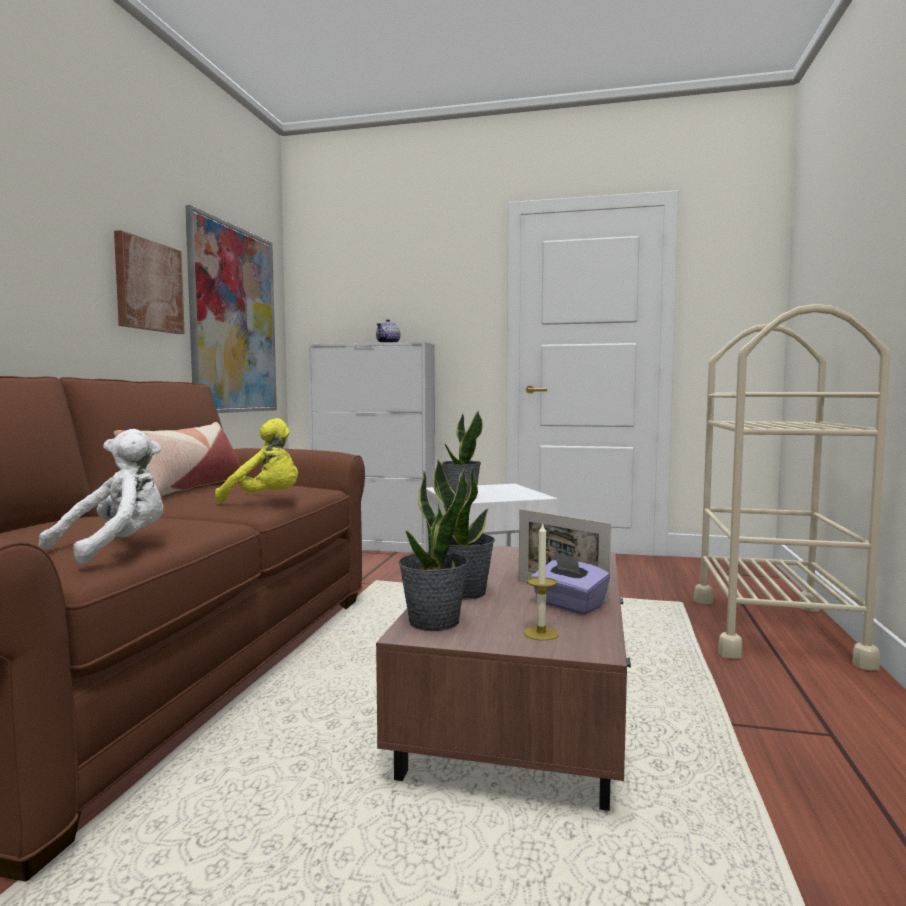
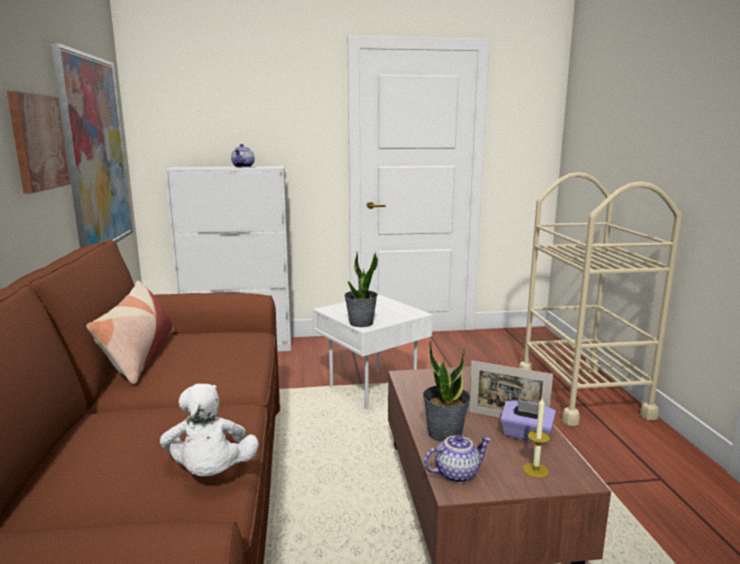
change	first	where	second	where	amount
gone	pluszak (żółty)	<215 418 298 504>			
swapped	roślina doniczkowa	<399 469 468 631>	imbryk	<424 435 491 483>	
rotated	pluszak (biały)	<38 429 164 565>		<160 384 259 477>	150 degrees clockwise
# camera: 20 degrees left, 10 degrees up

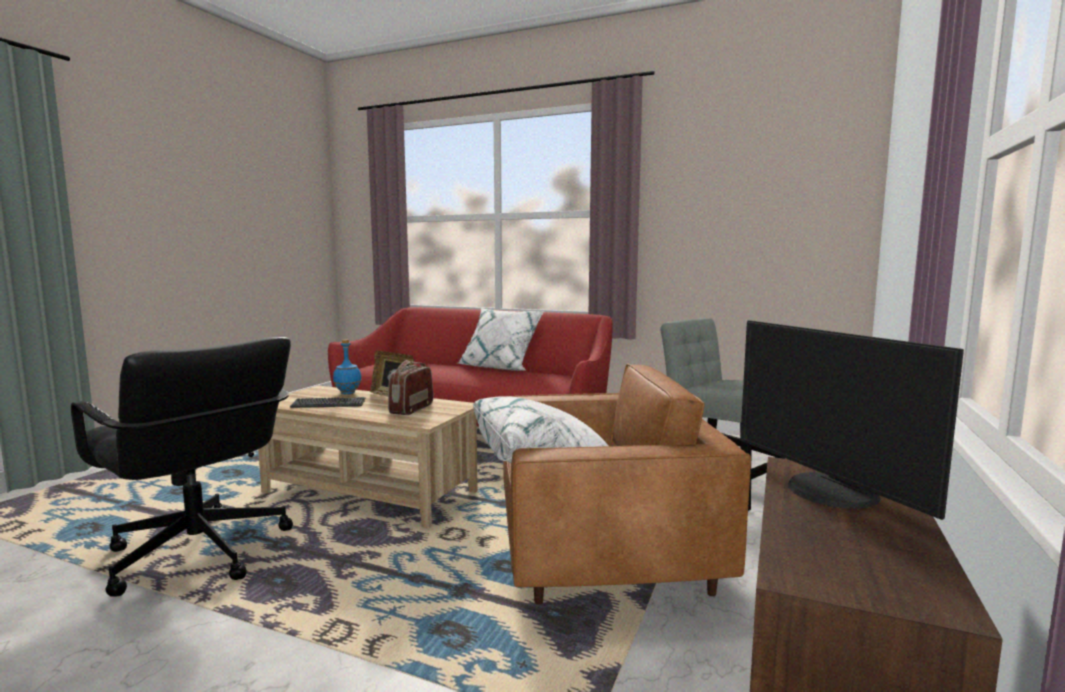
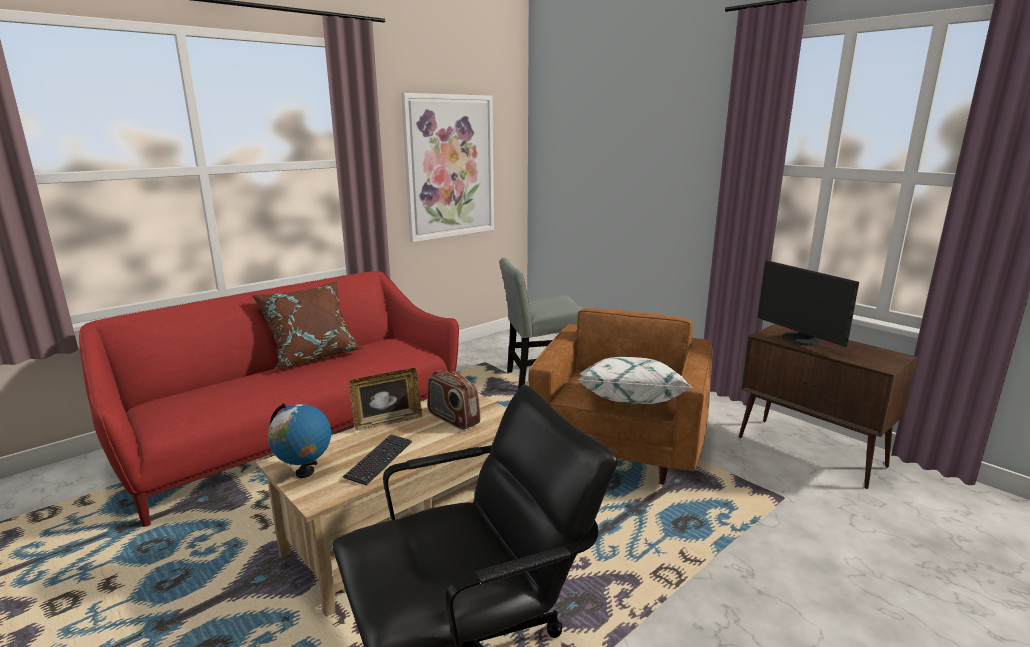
change	first	where	second	where	amount
gone	butelka (niebieski)	<333 339 362 394>			
new			globus	<268 403 331 478>	
new			obraz	<401 93 494 242>	
repainted	poduszka (biały)	<457 308 544 371>	poduszka (brązowy)	<251 281 363 370>	
rotated	monitor	<740 320 964 520>		<757 260 859 347>	60 degrees clockwise
# camera: 65 degrees left, 10 degrees up

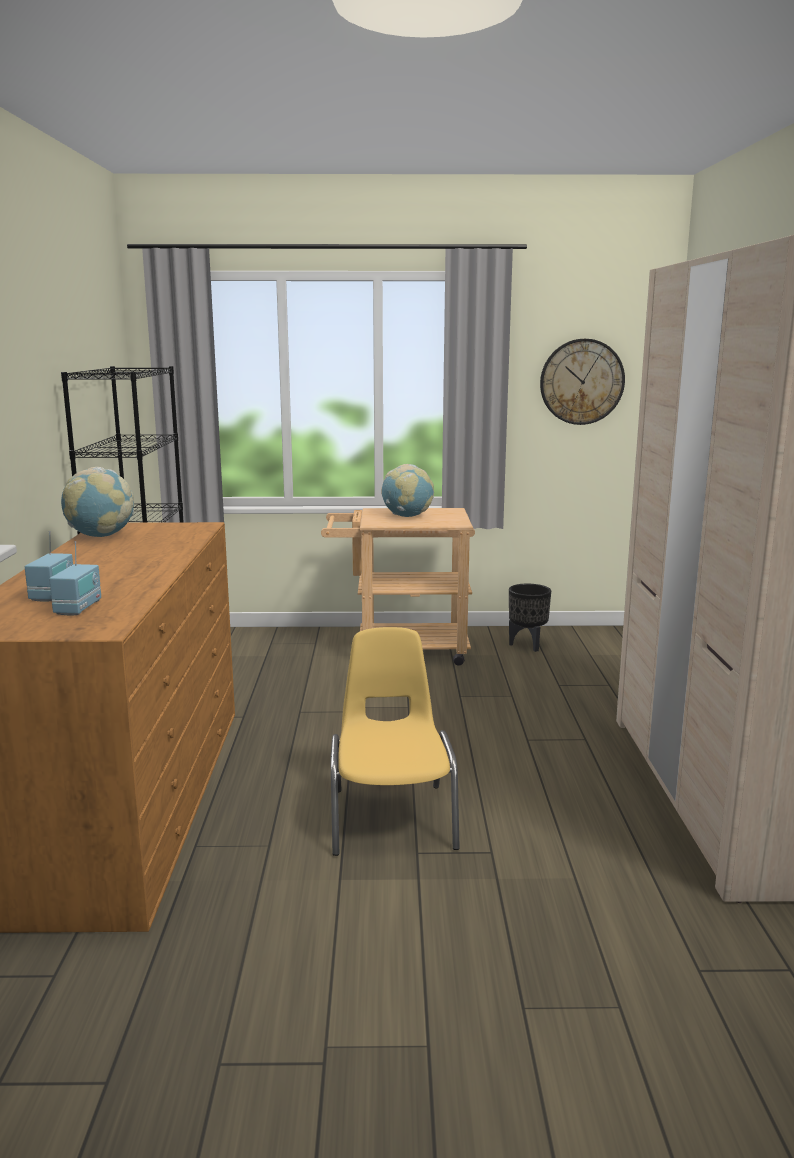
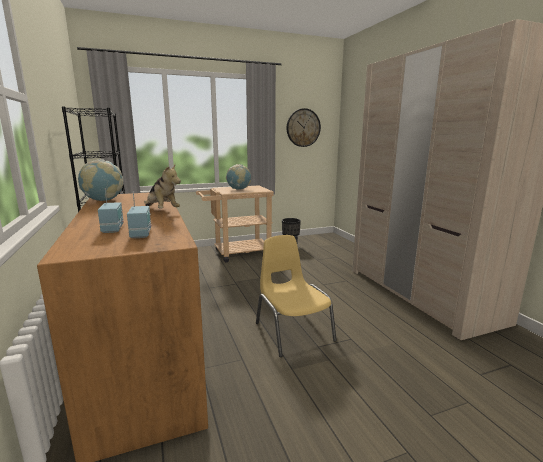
change	first	where	second	where	amount
new			pluszak	<144 165 181 209>	
# camera: 20 degrees left, 0 degrees up

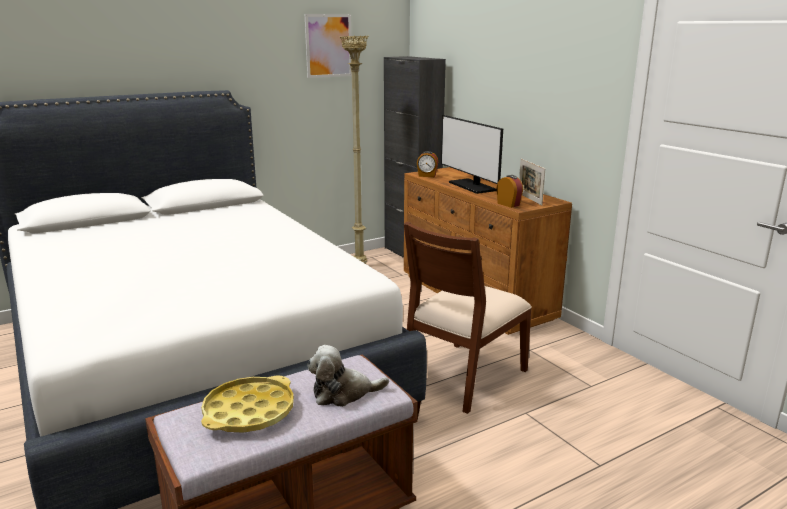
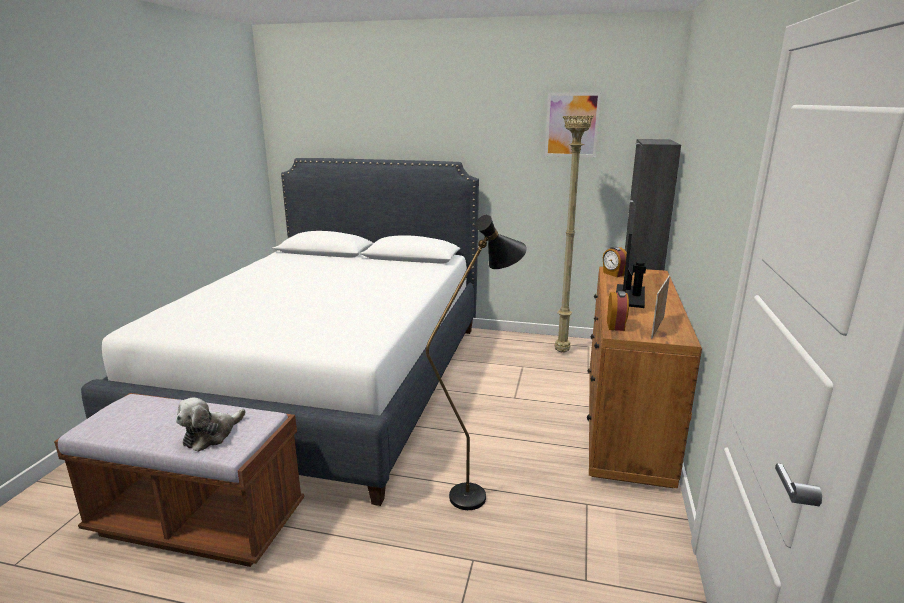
change	first	where	second	where	amount
gone	taca (żółty)	<201 375 294 433>			
swapped	krzesło (brązowy)	<404 222 532 414>	lampa stojąca (czarny)	<426 215 527 510>	
rotated	pluszak	<307 345 389 407>		<176 398 246 452>	90 degrees counterclockwise
# camera: 45 degrees right, 0 degrees up

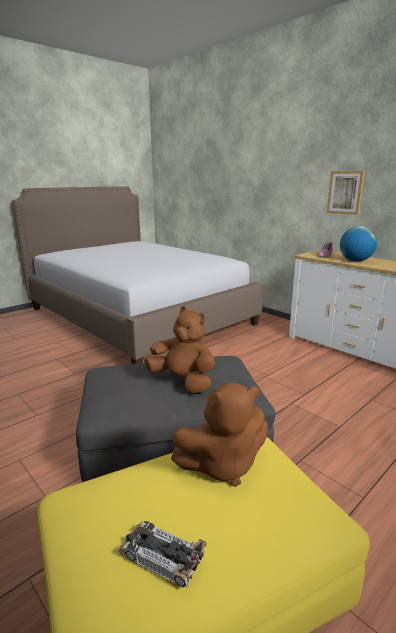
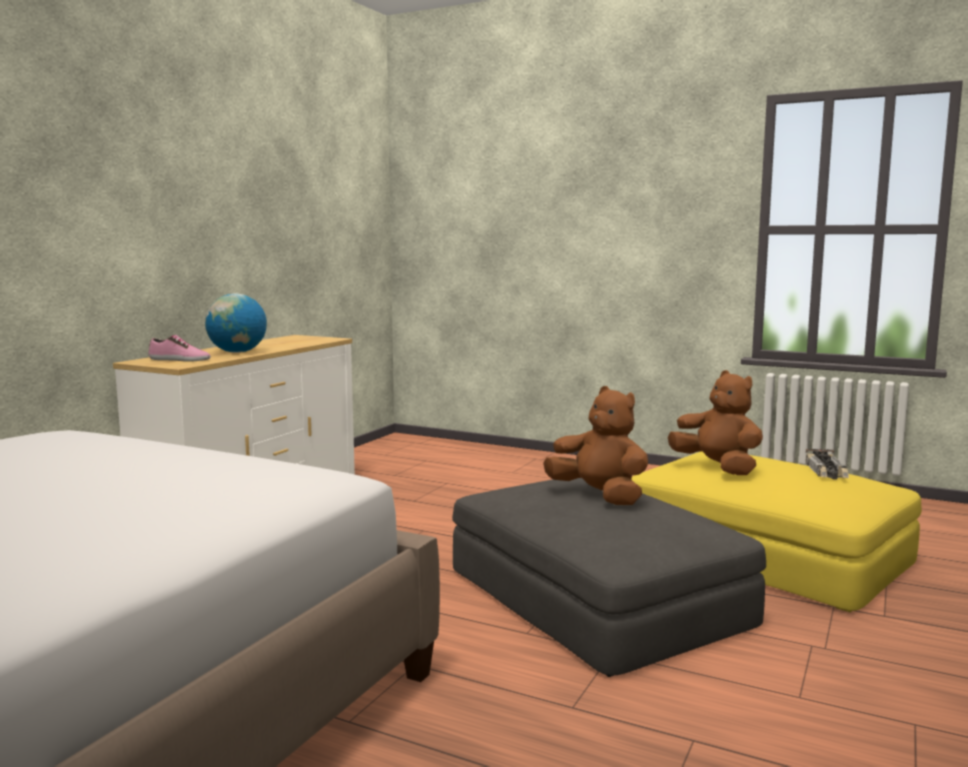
change	first	where	second	where	amount
gone	obraz	<327 171 365 215>			
rotated	pluszak (brązowy)	<144 306 215 393>		<543 386 648 505>	120 degrees clockwise
# camera: 110 degrees left, 10 degrees down

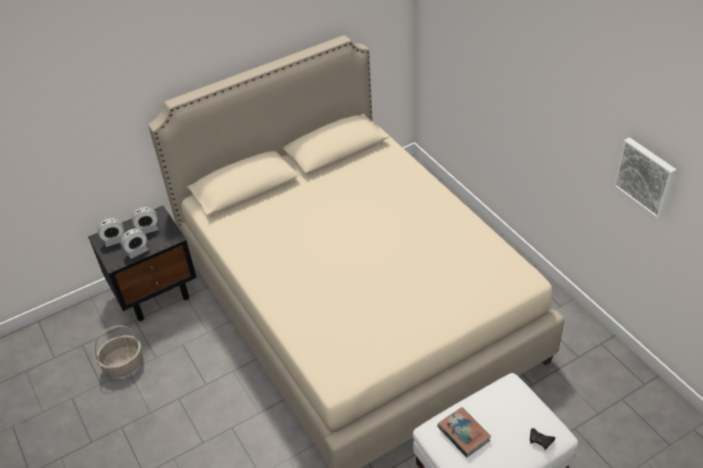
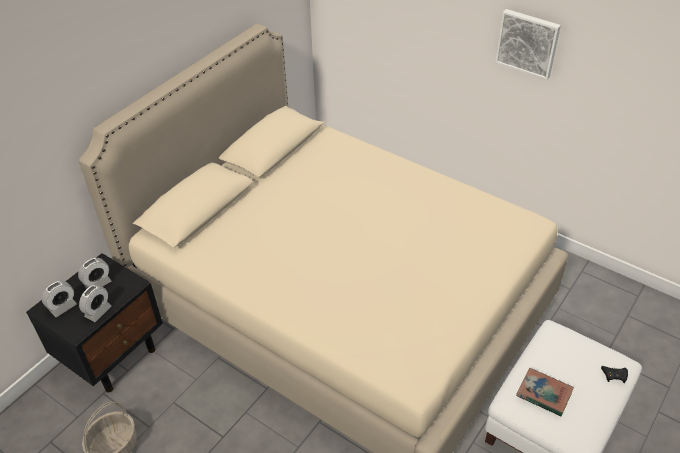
change	first	where	second	where	amount
shifted	obraz	<614 137 677 219>		<495 9 561 80>	
# camera: 25 degrees left, 0 degrees up

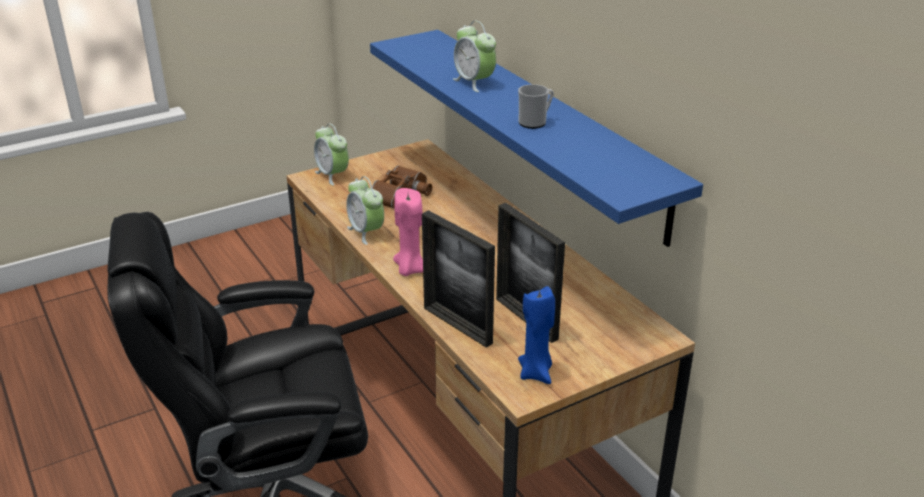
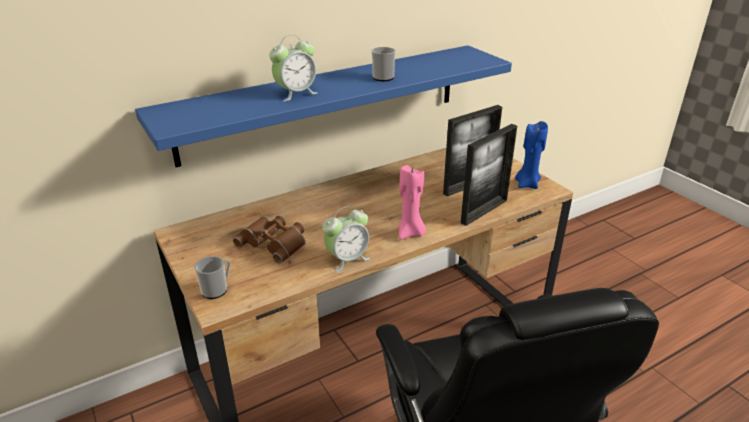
change	first	where	second	where	amount
swapped	budzik	<314 124 349 185>	kubek	<195 256 230 299>	
# camera: 90 degrees left, 0 degrees up

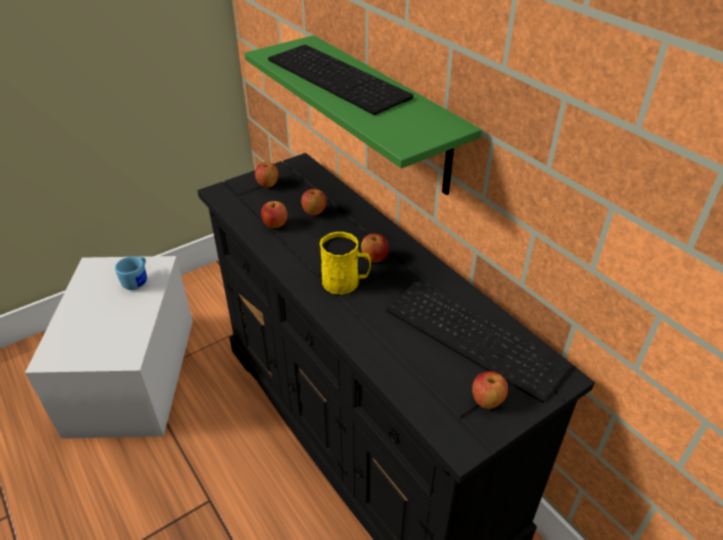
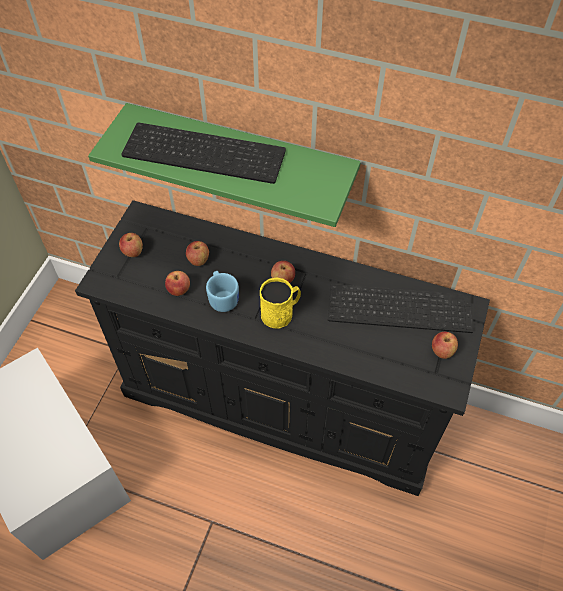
change	first	where	second	where	amount
shifted	kubek (niebieski)	<115 256 147 290>		<206 271 239 312>	
# camera: 35 degrees left, 15 degrees up

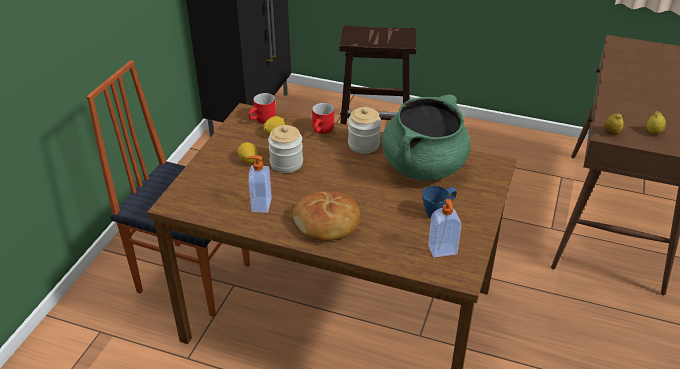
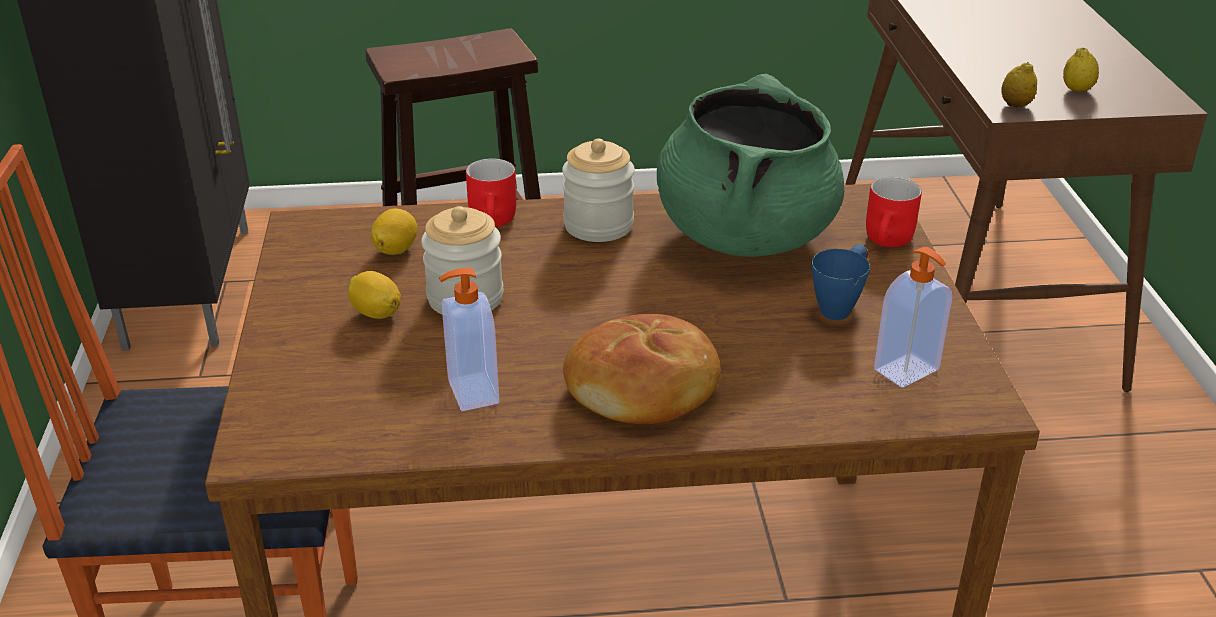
change	first	where	second	where	amount
shifted	kubek (czerwony)	<248 93 276 124>		<866 177 922 247>	
# camera: 25 degrees left, 5 degrees down

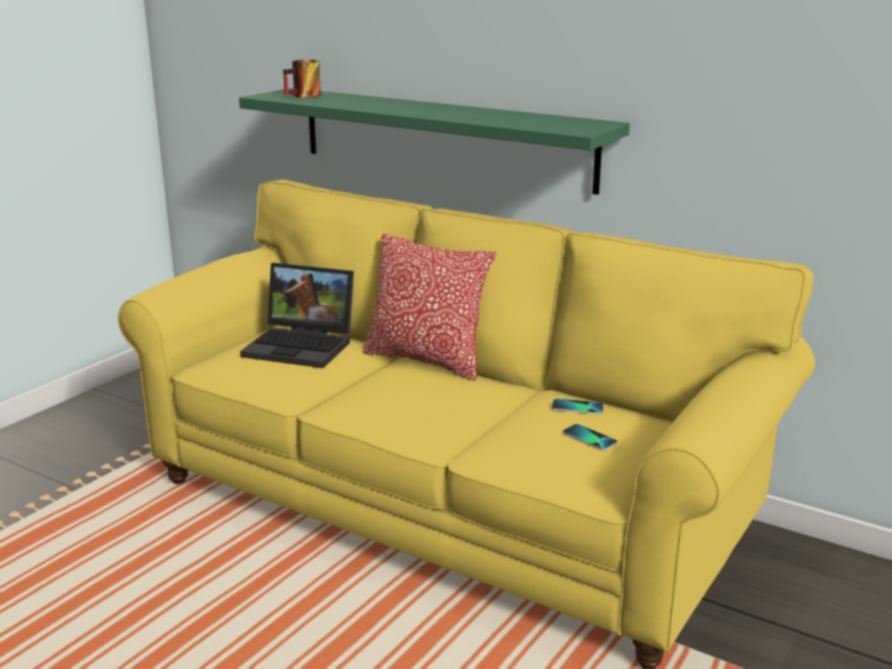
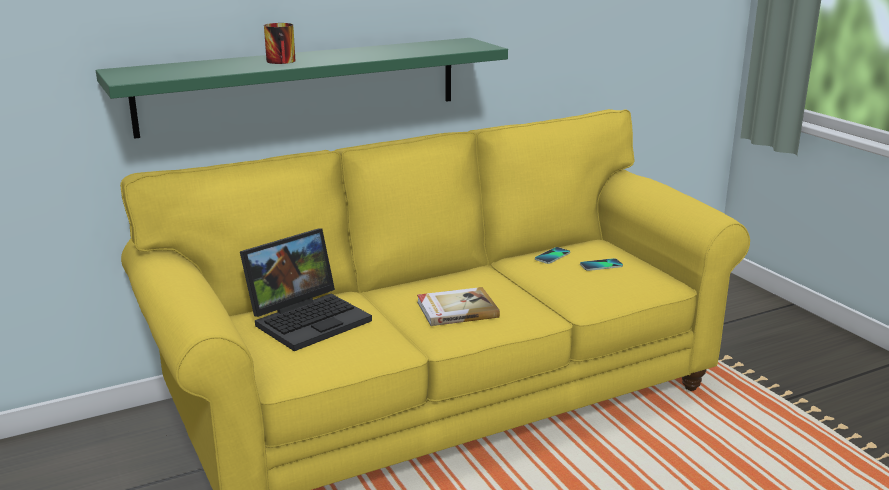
change	first	where	second	where	amount
gone	poduszka	<362 233 497 381>			
new			książka	<417 287 500 326>	
shifted	kubek	<283 60 321 97>		<264 23 296 64>	
# camera: 60 degrees left, 0 degrees up

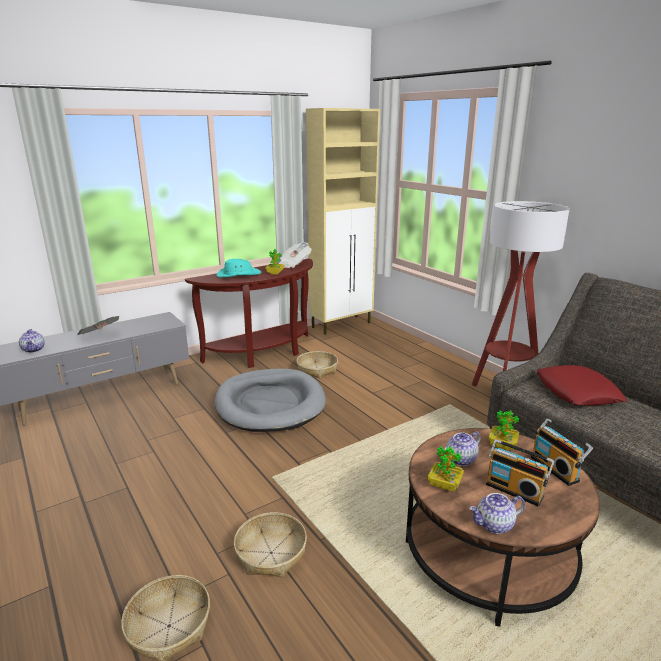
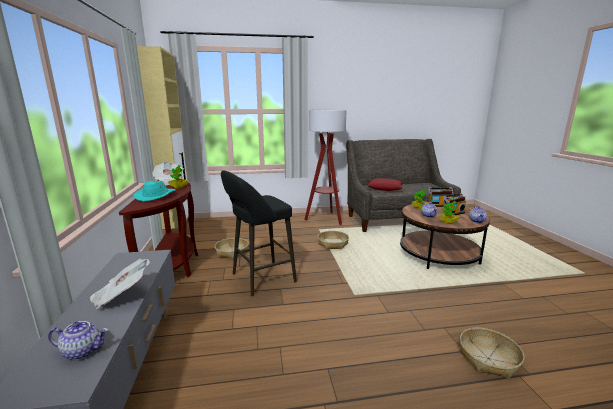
change	first	where	second	where	amount
shifted	koszyk	<234 512 307 577>		<318 231 349 250>	
swapped	legowisko (szary)	<215 369 326 432>	stołek (czarny)	<221 170 297 296>	
# camera: 65 degrees left, 5 degrees down

